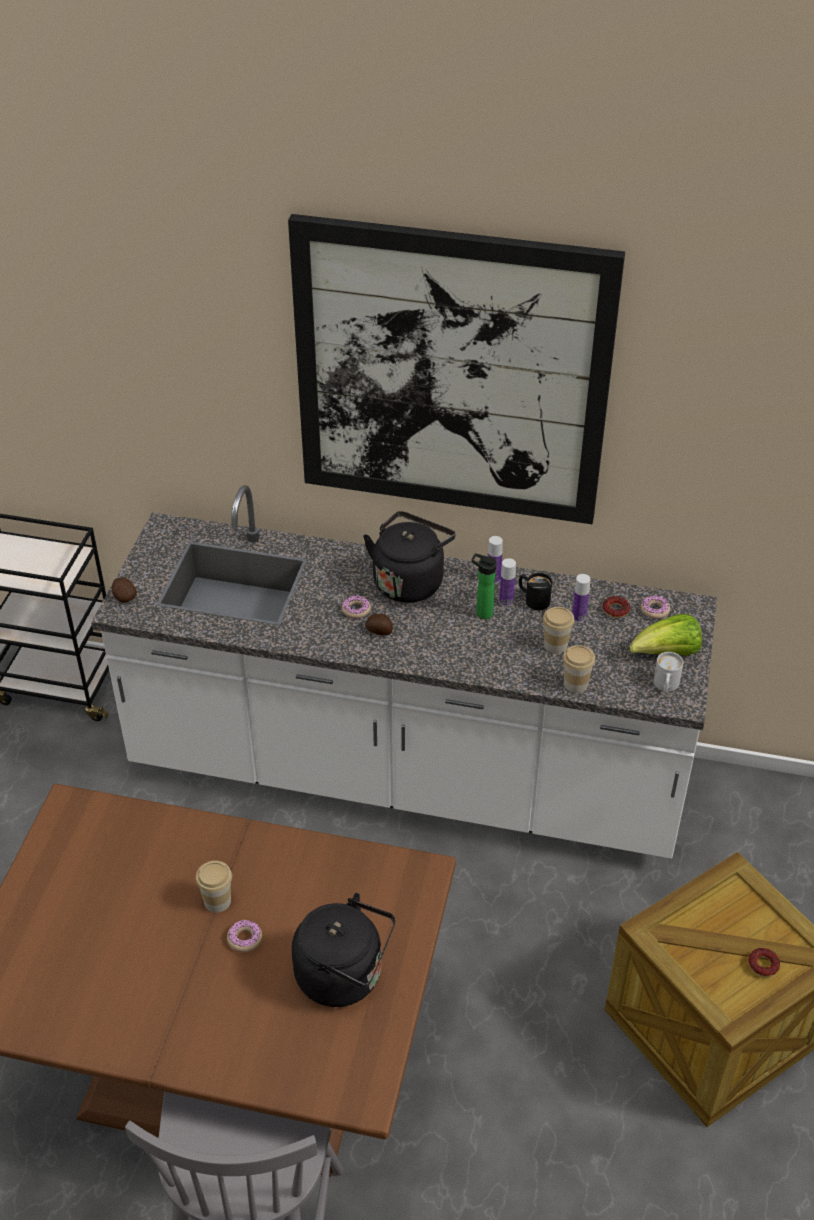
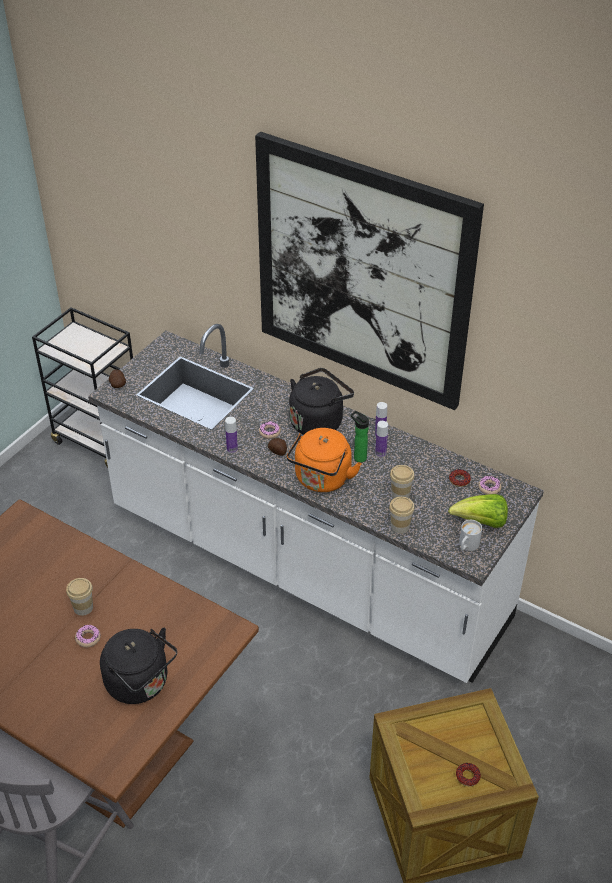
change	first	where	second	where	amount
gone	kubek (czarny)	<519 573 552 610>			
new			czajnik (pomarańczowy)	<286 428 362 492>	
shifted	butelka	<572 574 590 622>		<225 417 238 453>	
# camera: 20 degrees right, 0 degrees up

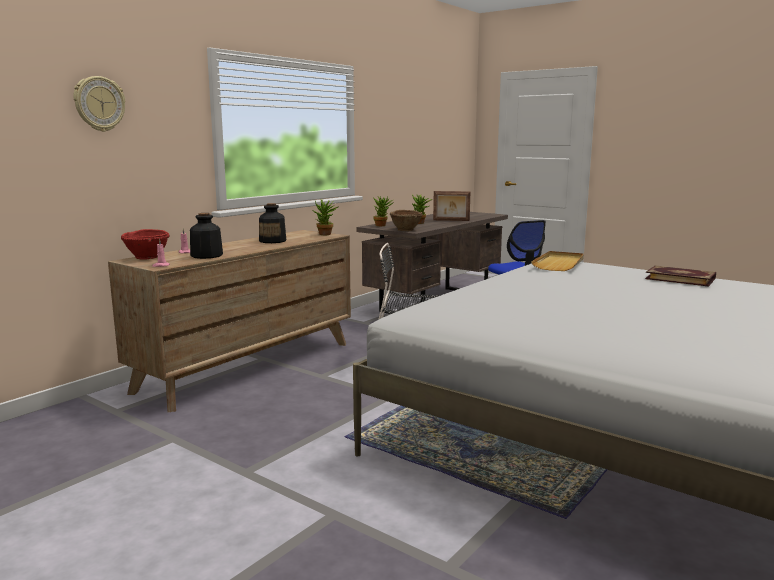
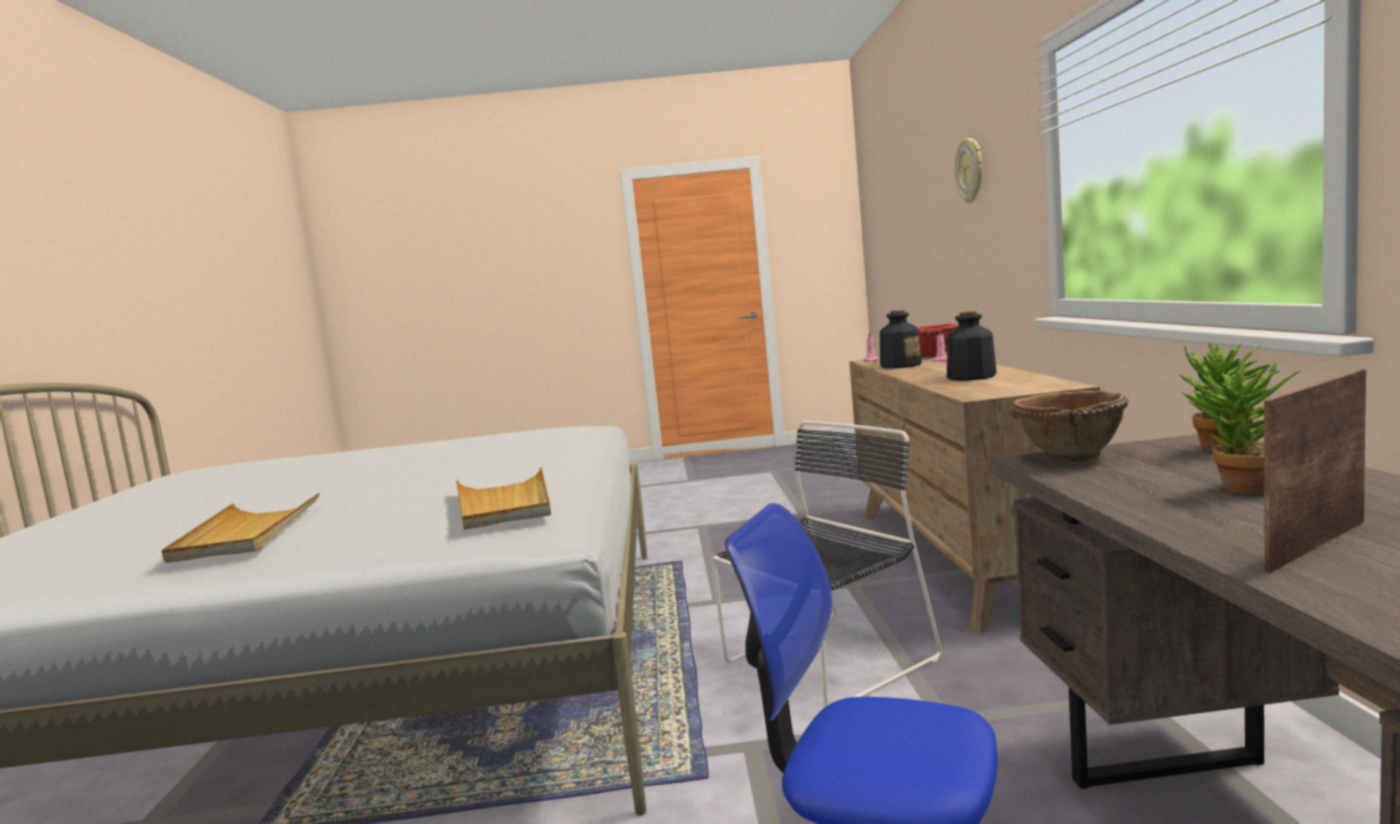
change	first	where	second	where	amount
gone	roślina doniczkowa	<312 200 338 235>			
swapped	książka	<645 265 716 287>	taca (beżowy)	<162 493 320 563>	
# camera: 140 degrees right, 5 degrees down

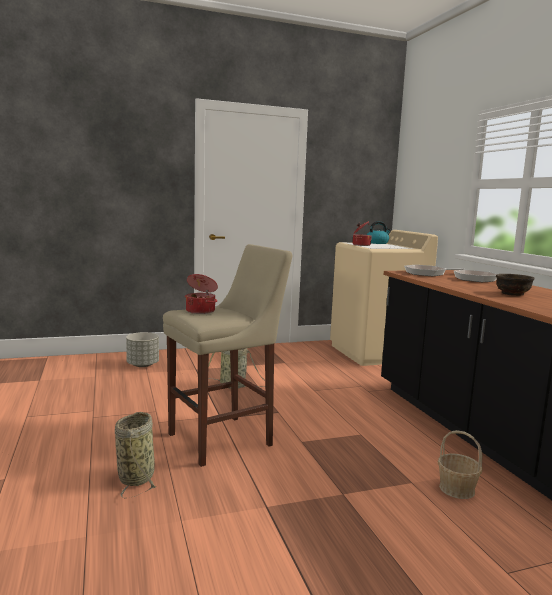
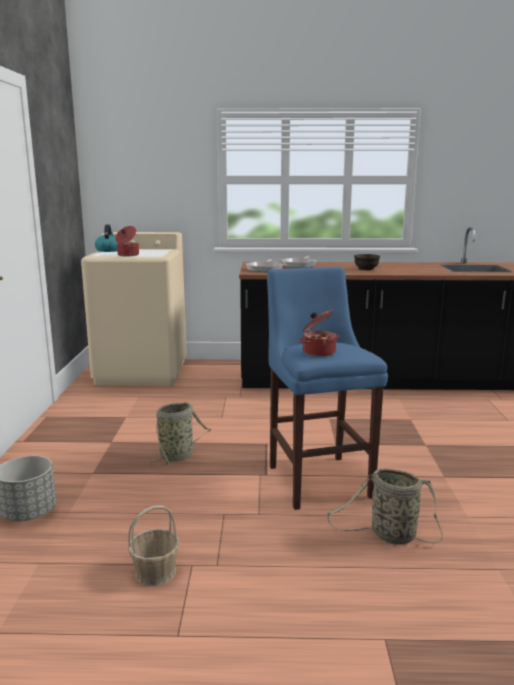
change	first	where	second	where	amount
shifted	koszyk	<438 430 482 499>		<128 505 180 586>	
repainted	stołek (beżowy)	<163 244 292 467>	stołek (niebieski)	<267 267 388 510>	
# camera: 70 degrees left, 5 degrees up

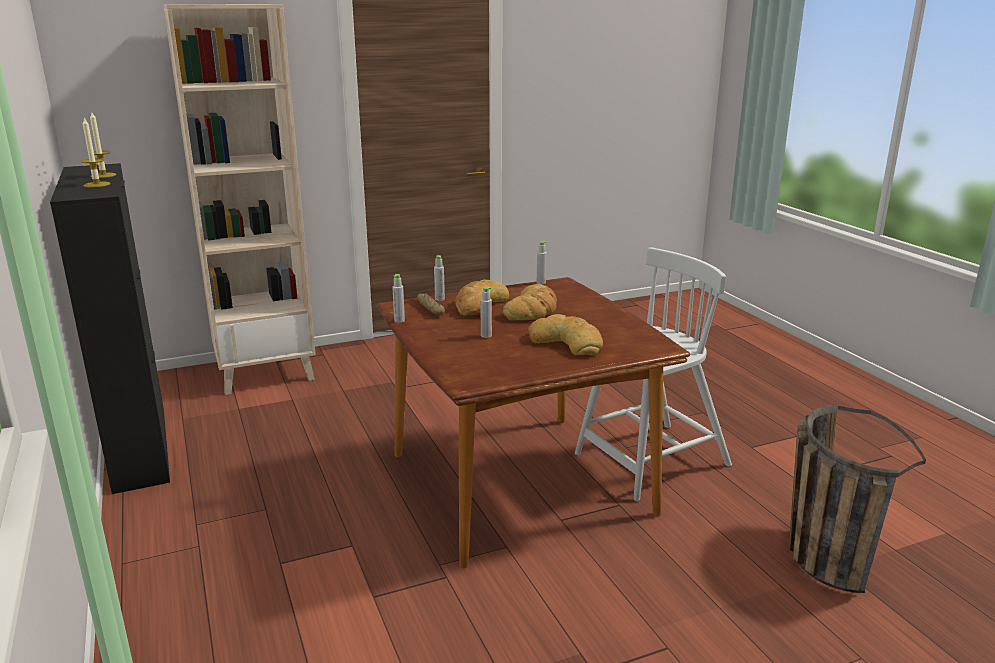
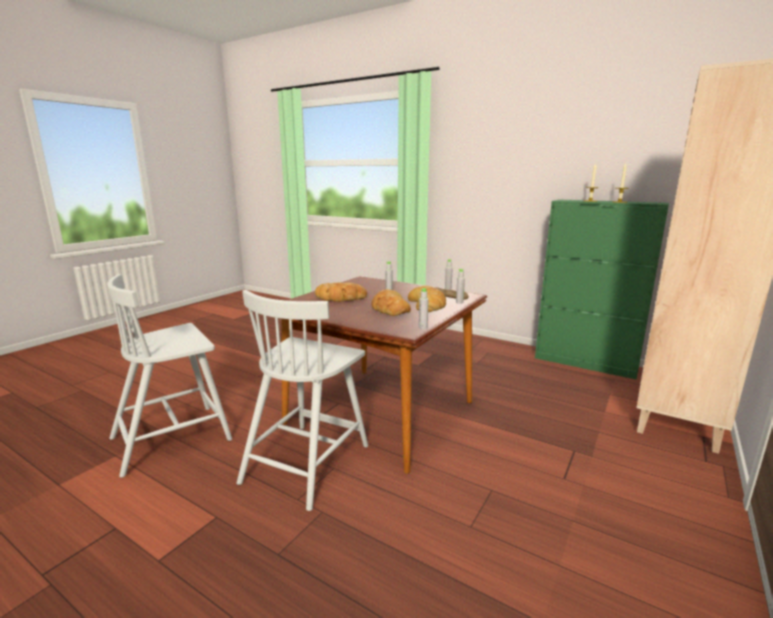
change	first	where	second	where	amount
swapped	koszyk	<789 404 926 593>	krzesło (biały)	<107 274 232 478>	
repainted	szafka (czarny)	<50 163 170 494>	szafka (zielony)	<535 199 669 380>	
# camera: 145 degrees right, 5 degrees down

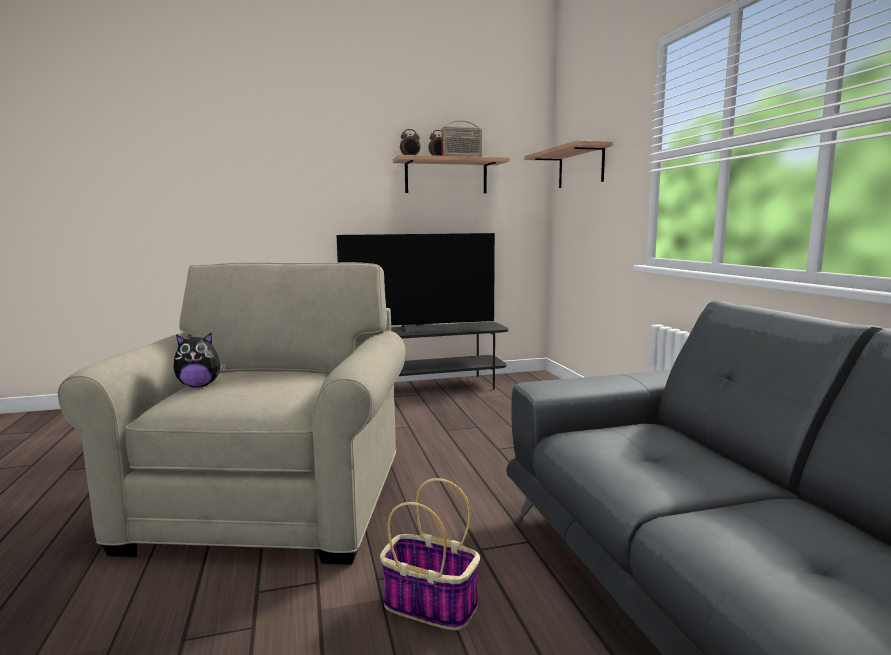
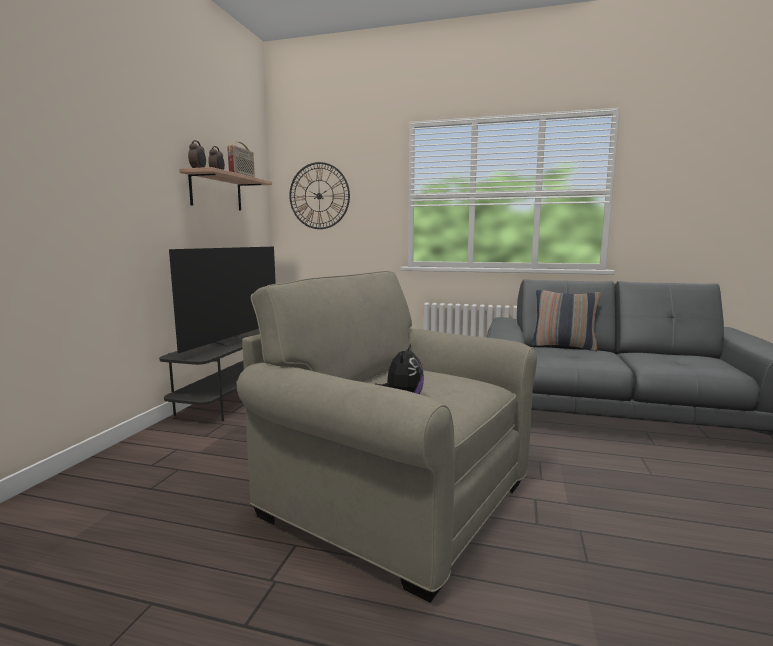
change	first	where	second	where	amount
gone	koszyk	<380 478 480 630>			
new			poduszka	<531 290 601 351>	
swapped	półka	<524 140 613 188>	zegar ścienny	<289 162 350 229>	
# camera: 60 degrees left, 0 degrees up

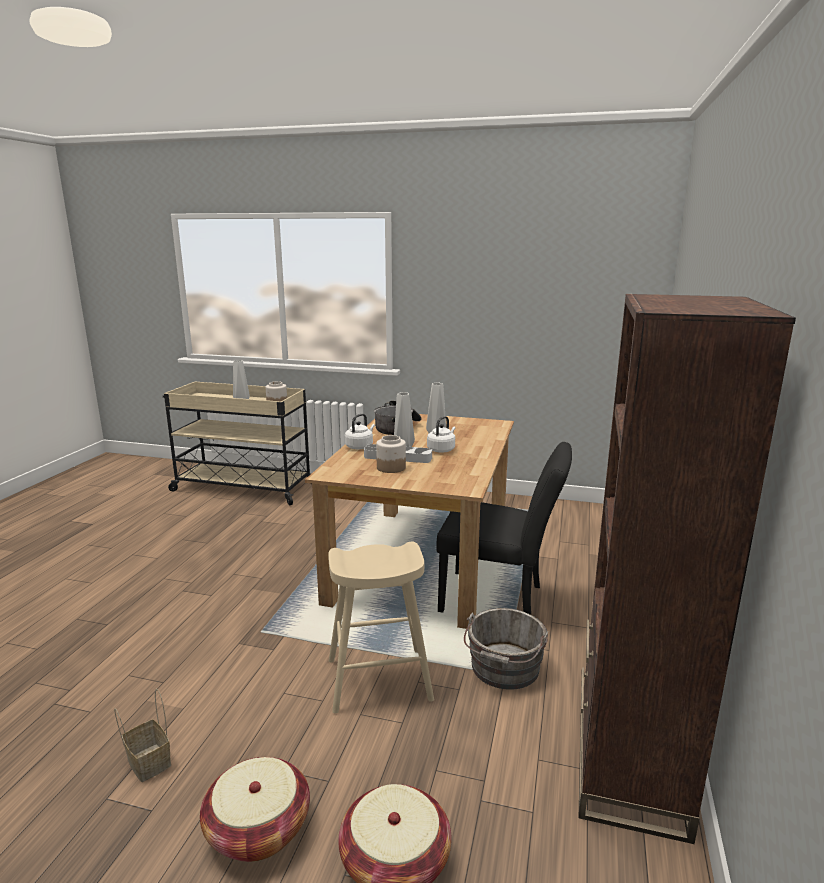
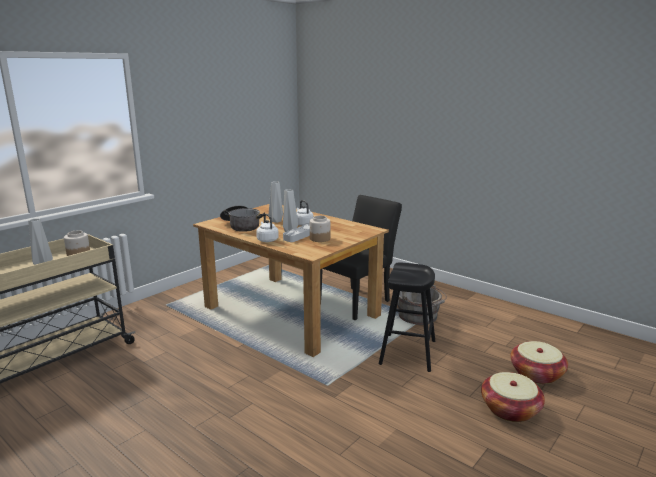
change	first	where	second	where	amount
gone	koszyk	<114 688 171 782>			
gone	regał (brązowy)	<579 294 796 844>			
repainted	stołek (beżowy)	<328 542 434 714>	stołek (czarny)	<379 263 435 372>	
# camera: 65 degrees left, 0 degrees up

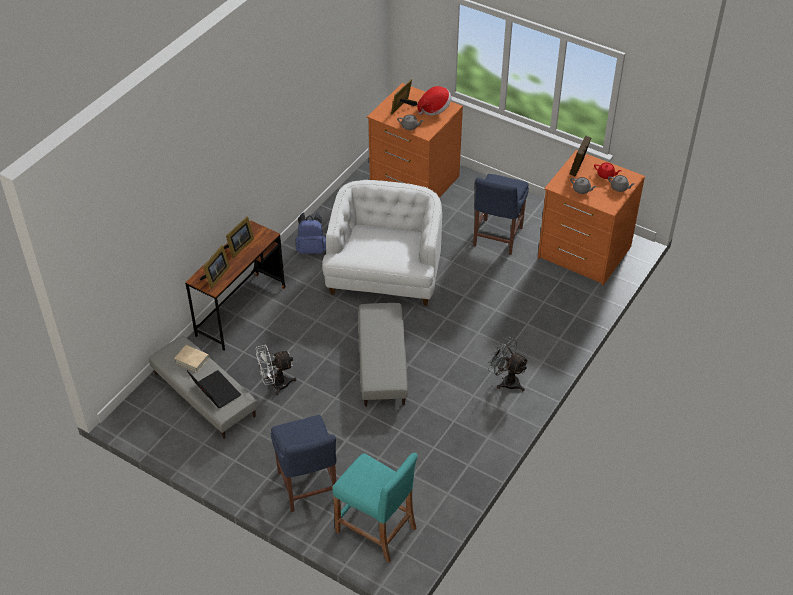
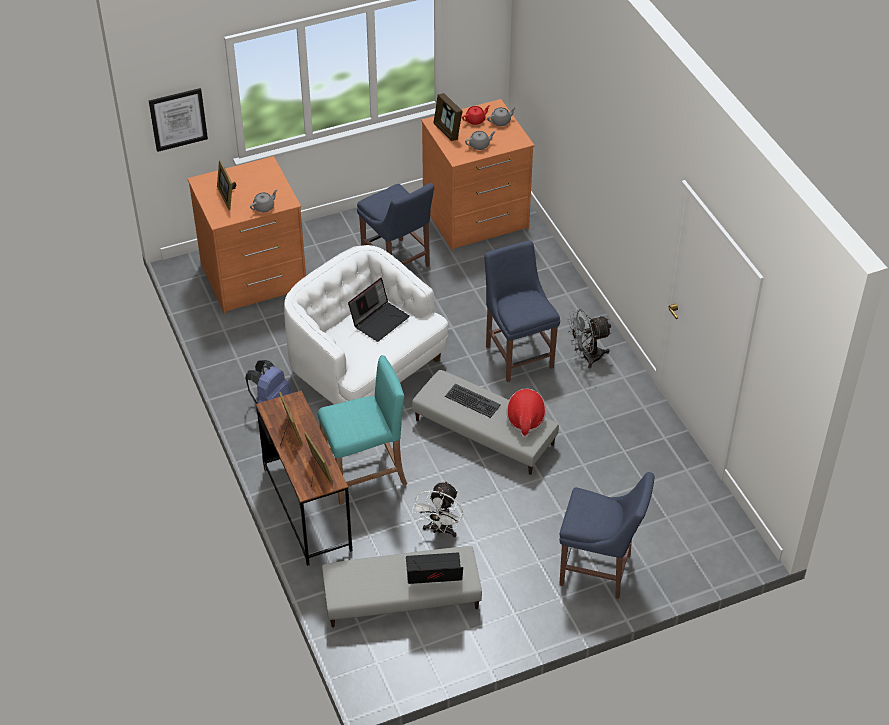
change	first	where	second	where	amount
gone	książka (beżowy)	<174 345 209 372>			
new			obraz	<149 88 208 152>	
new			laptop	<348 278 410 342>	
new			klawiatura	<445 384 501 418>	
new			krzesło (niebieski)	<484 240 560 382>	
shifted	stołek (turkusowy)	<332 453 418 563>		<318 355 407 505>	
shifted	kapelusz	<417 86 452 116>		<506 389 546 438>	
# camera: 55 degrees left, 0 degrees up

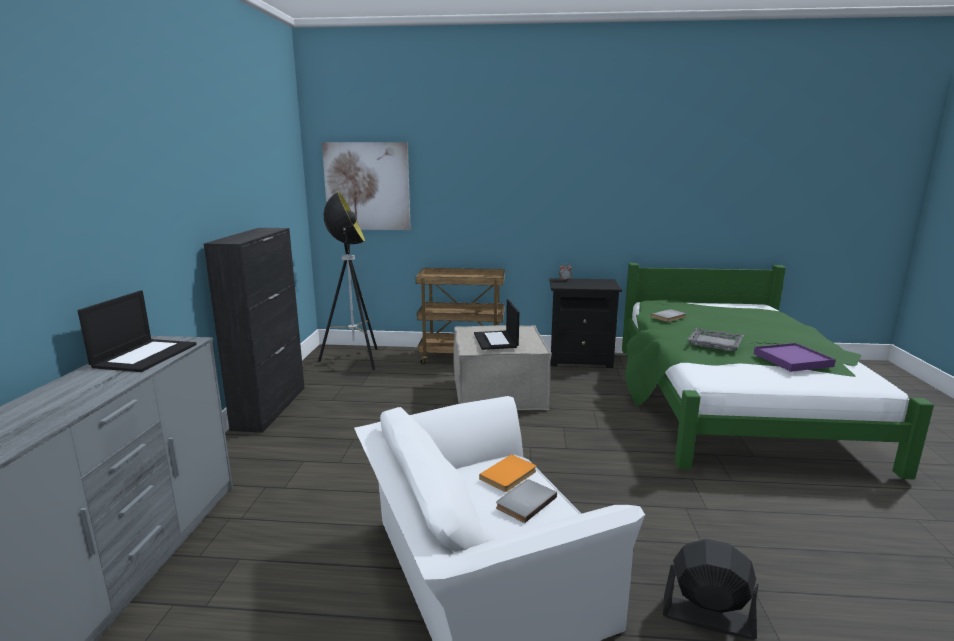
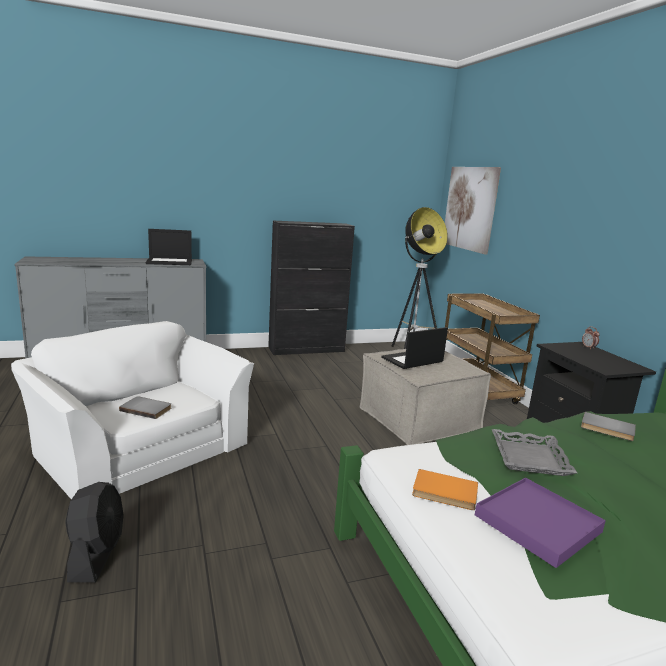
change	first	where	second	where	amount
shifted	książka (pomarańczowy)	<479 454 536 492>		<412 469 478 510>	
# camera: 65 degrees right, 0 degrees up

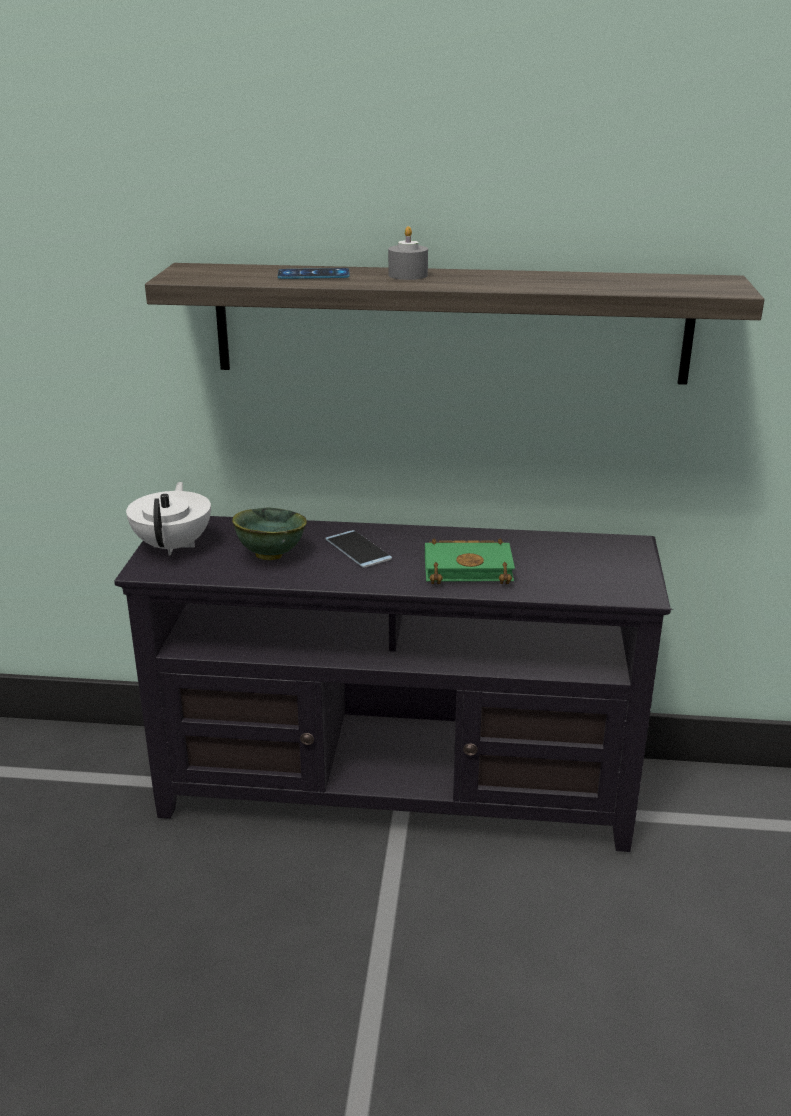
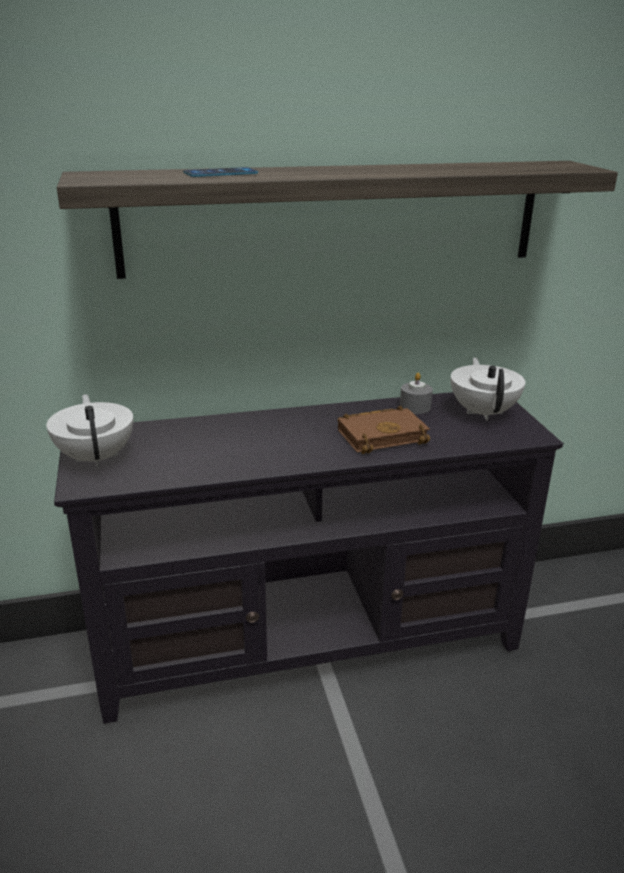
change	first	where	second	where	amount
gone	miska (zielony)	<232 507 307 560>			
gone	telefon	<325 530 392 568>			
new			imbryk (biały)	<451 357 525 421>	
shifted	świeca (szary)	<388 226 428 280>		<400 372 433 414>	
repainted	książka (zielony)	<425 539 515 584>	książka (brązowy)	<338 405 430 454>	
# camera: 20 degrees left, 0 degrees up

